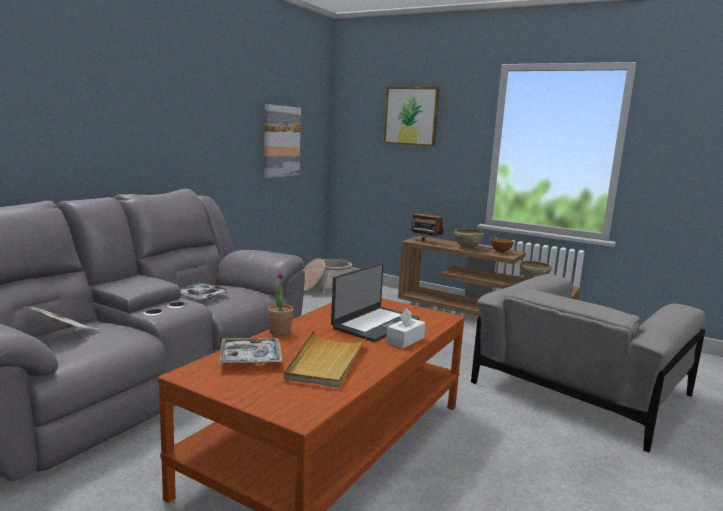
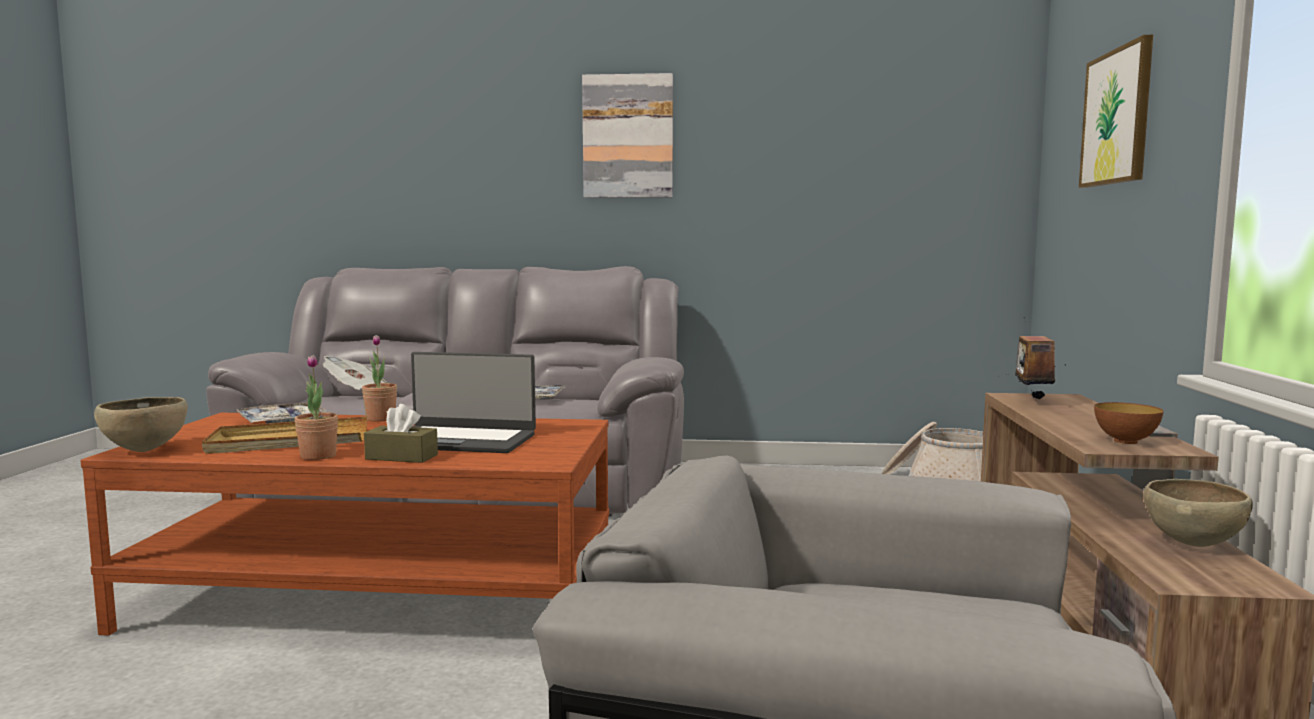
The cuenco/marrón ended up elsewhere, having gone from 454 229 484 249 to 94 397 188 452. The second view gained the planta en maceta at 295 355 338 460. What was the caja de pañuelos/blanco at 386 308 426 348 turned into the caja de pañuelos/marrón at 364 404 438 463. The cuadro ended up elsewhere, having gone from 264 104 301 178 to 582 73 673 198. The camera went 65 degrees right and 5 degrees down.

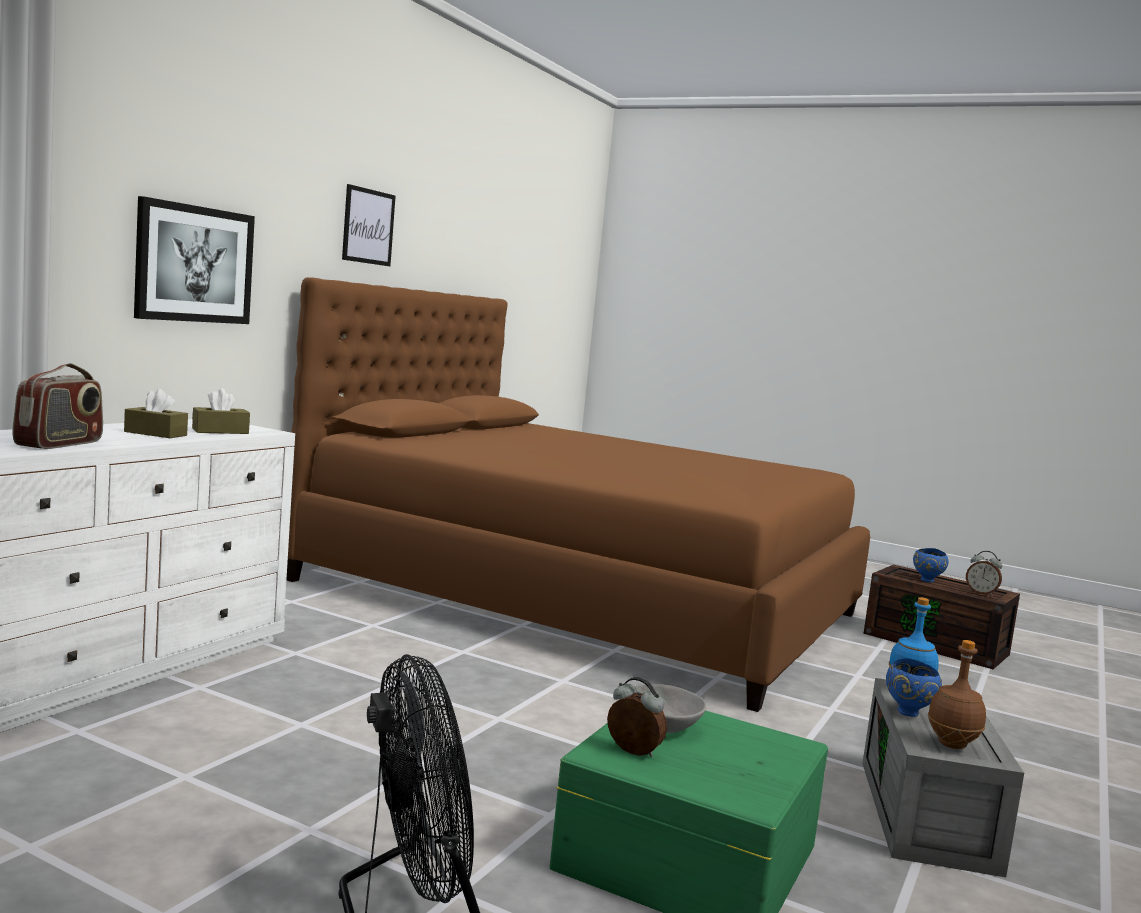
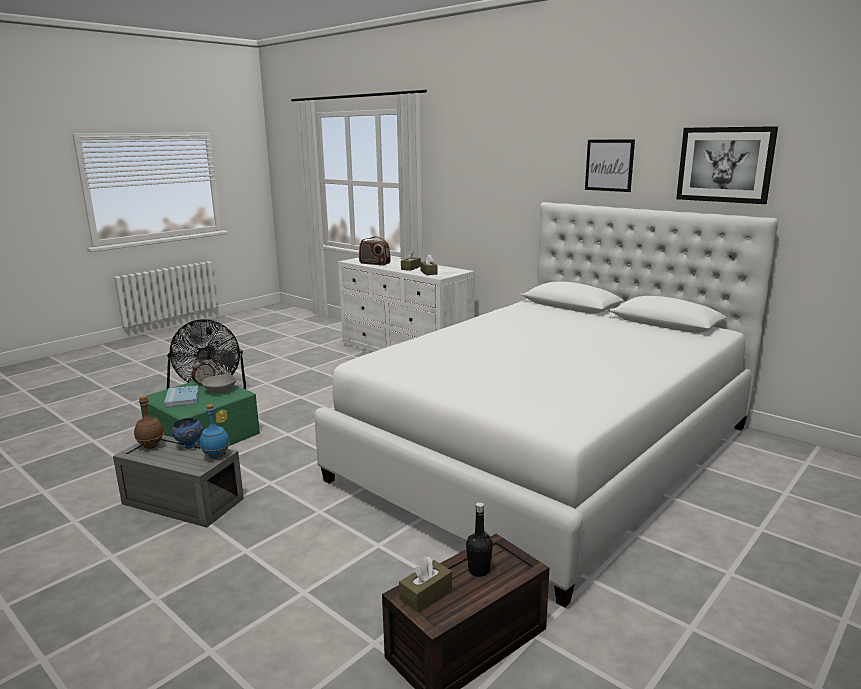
The second view gained the libro/azul at 164 385 199 407. What was the cama/marrón at 286 277 870 712 turned into the cama/blanco at 315 202 778 608. Where the despertador stood at 966 551 1002 596, the caja de pañuelos/marrón came to stand at 399 557 452 612. Where the cuenco/azul stood at 913 548 948 582, the botella/negro came to stand at 466 502 493 577. The cuadro ended up elsewhere, having gone from 134 196 255 324 to 676 126 778 204. The camera went 105 degrees right and 10 degrees up.

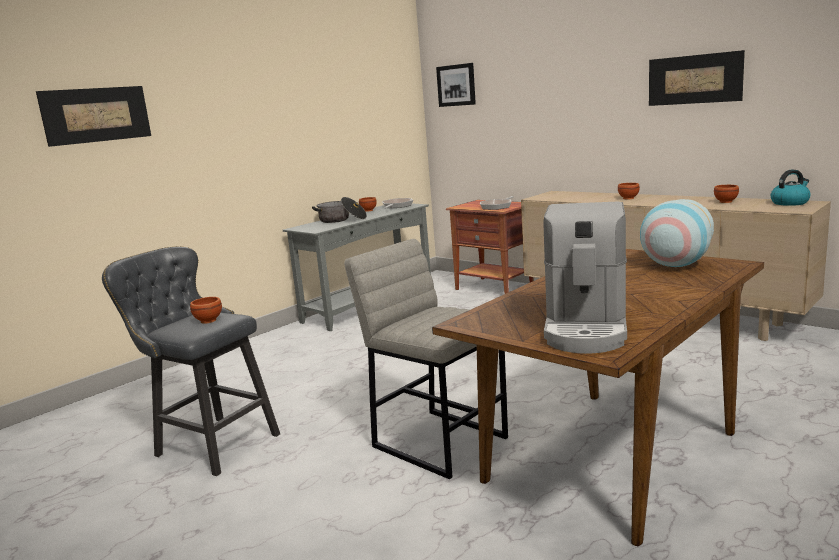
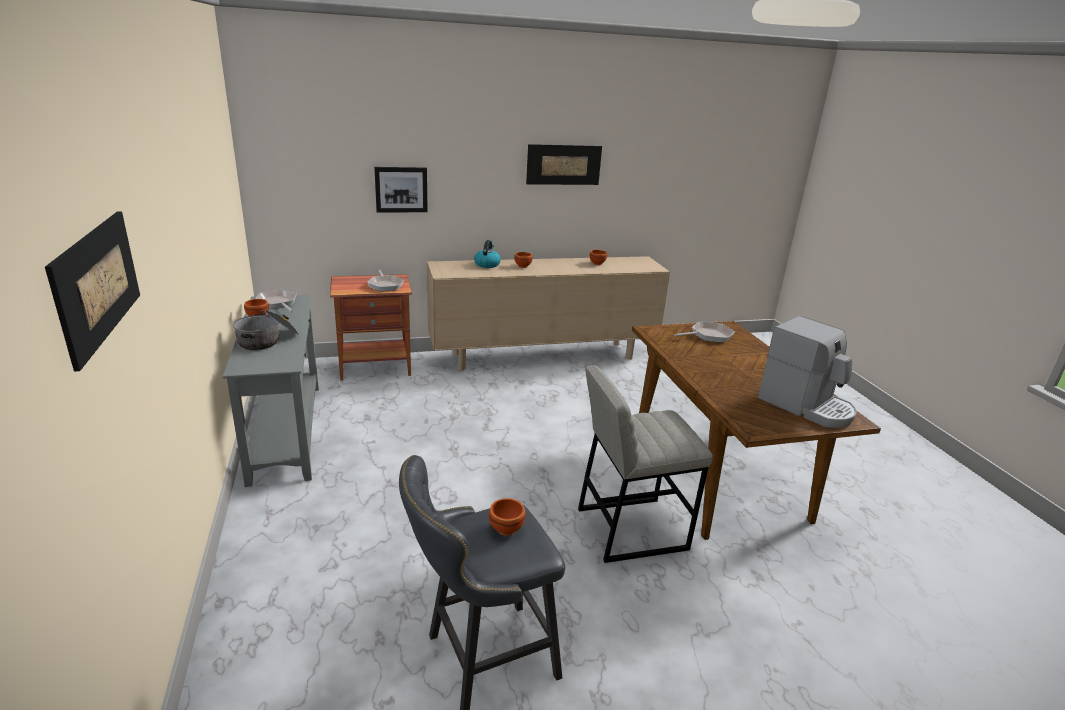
The cuadro ended up elsewhere, having gone from 436 63 476 107 to 374 167 428 212. The hervidor ended up elsewhere, having gone from 770 170 811 206 to 474 240 501 268. Where the florero stood at 640 199 714 267, the sartén came to stand at 675 321 735 343. The camera went 60 degrees left and 10 degrees up.

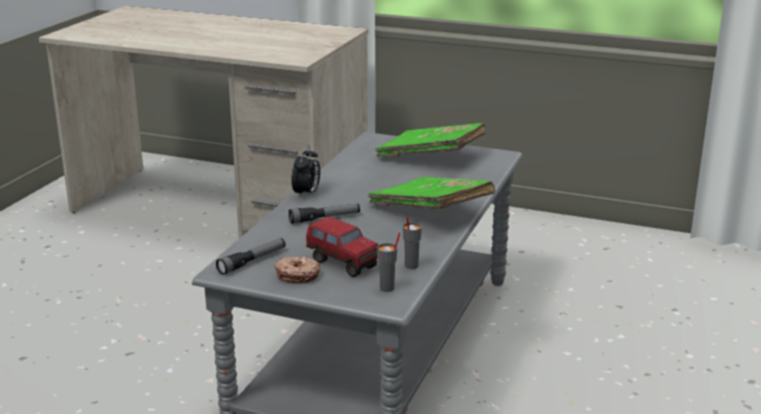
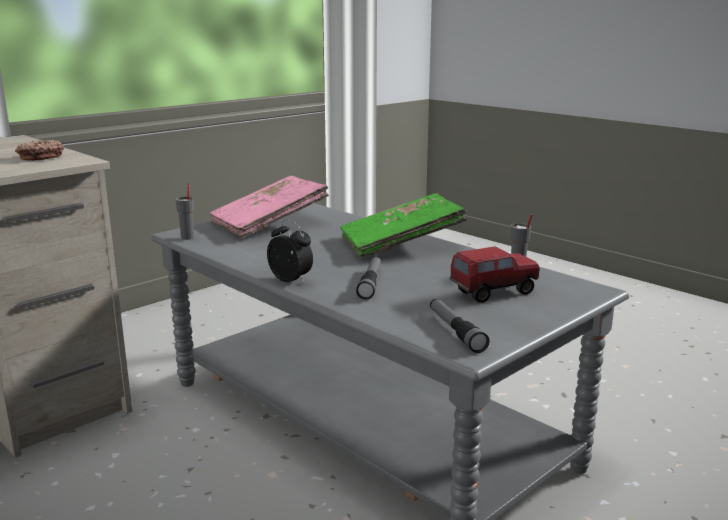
The rosquilla ended up elsewhere, having gone from 274 256 320 283 to 15 140 64 161. The taza/gris ended up elsewhere, having gone from 377 233 400 292 to 175 183 194 240. What was the libro/verde at 375 123 486 157 turned into the libro/rosa at 210 176 329 238. The camera went 65 degrees left and 5 degrees down.

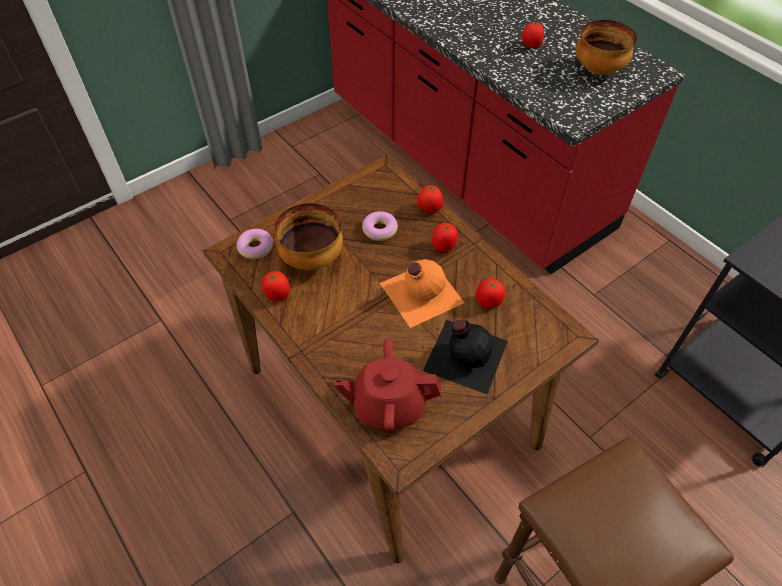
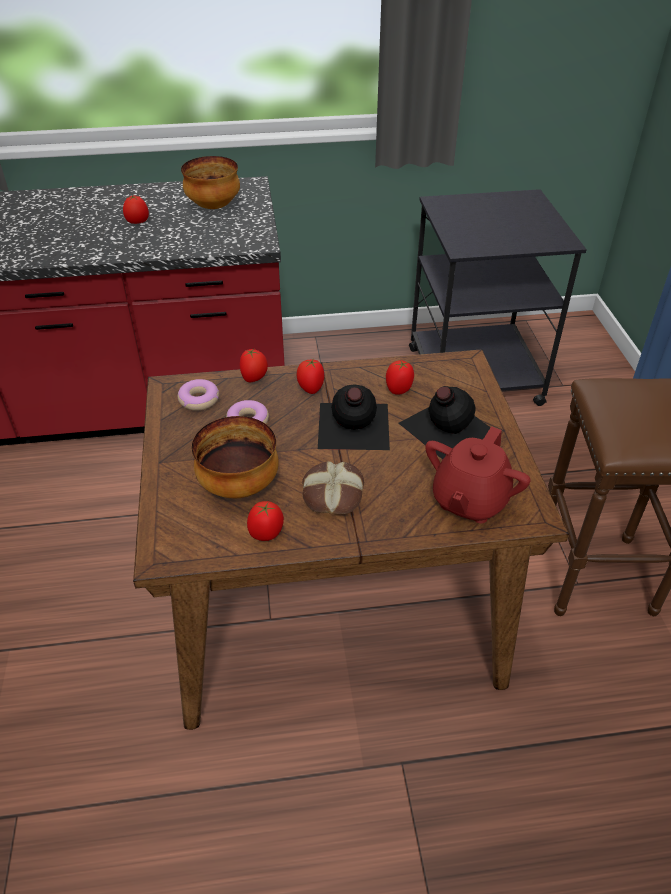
The rosquilla ended up elsewhere, having gone from 237 229 274 259 to 178 379 219 411. The second view gained the pan at 302 461 364 515. What was the botella/naranja at 380 259 465 328 turned into the botella/negro at 318 384 390 450. The camera went 60 degrees left and 10 degrees down.

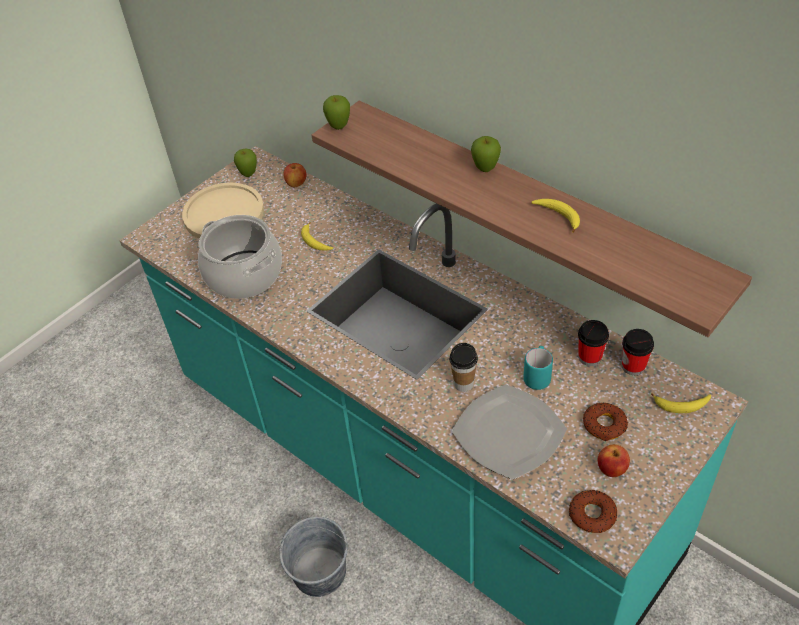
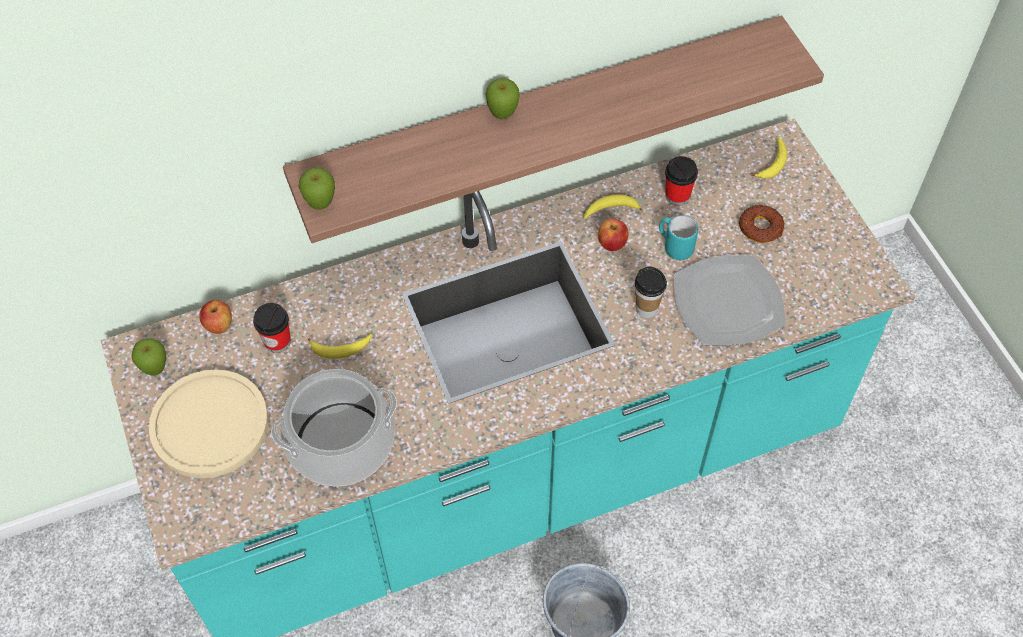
The taza ended up elsewhere, having gone from 622 329 654 375 to 253 303 291 353. The plátano ended up elsewhere, having gone from 531 199 580 233 to 583 195 643 219. The manzana ended up elsewhere, having gone from 597 444 630 477 to 598 218 629 251. The second view lost the rosquilla at 569 490 617 533. The camera went 65 degrees left and 10 degrees up.

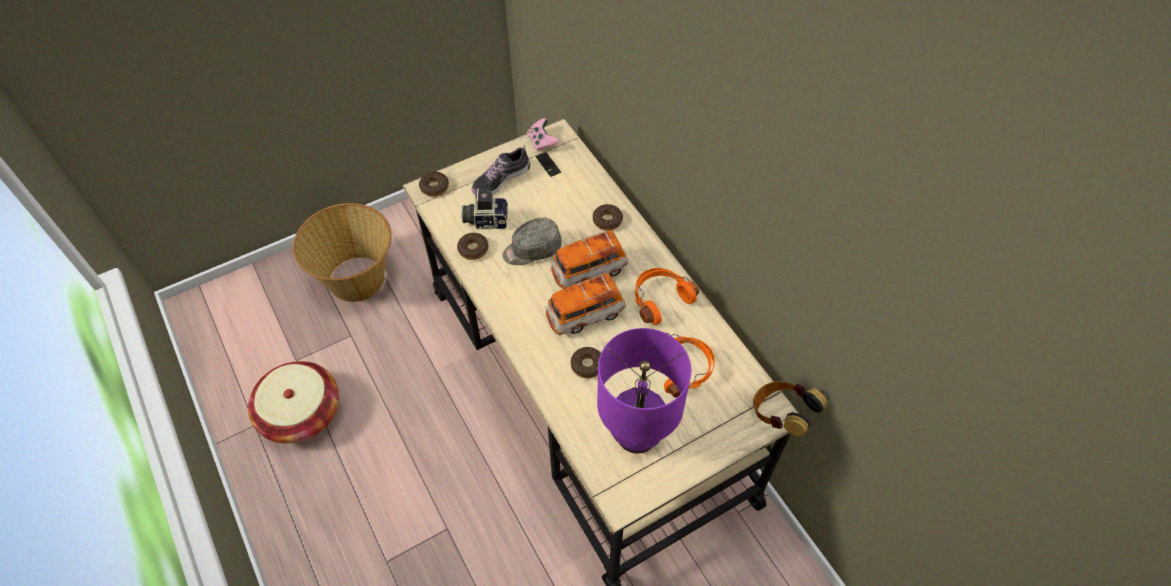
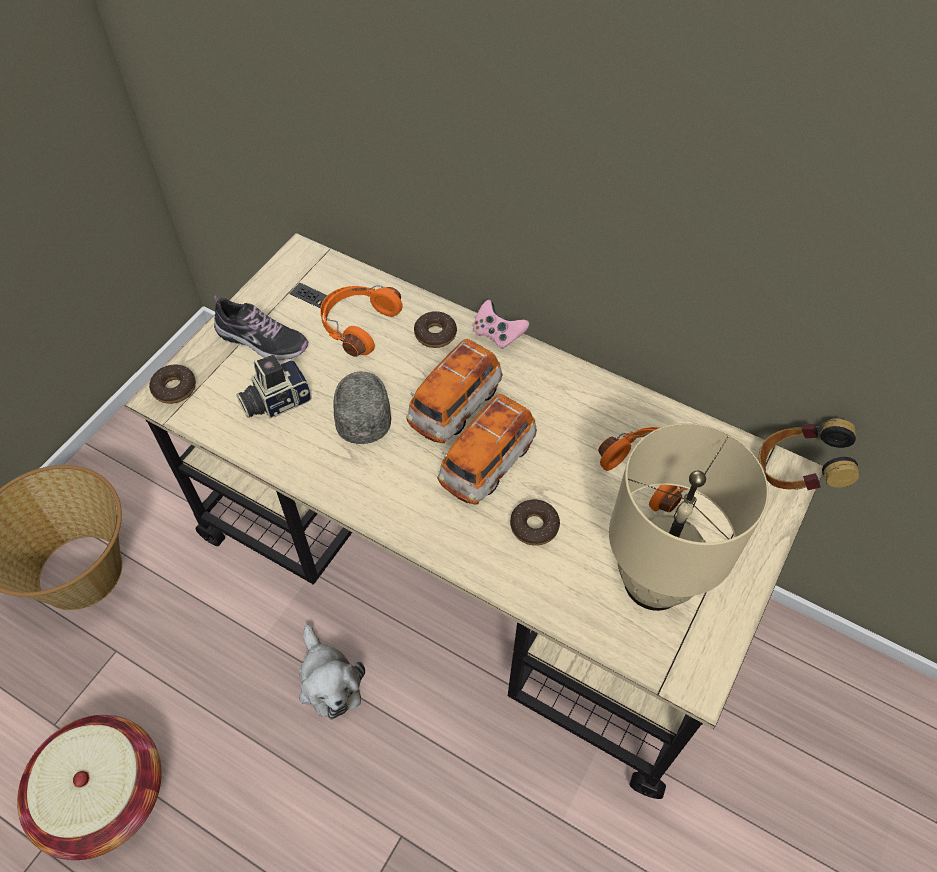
The zapato at 472 145 530 195 ended up facing another way, 90 degrees counterclockwise from before. The second view gained the peluche at 299 625 365 720. The auriculares/naranja ended up elsewhere, having gone from 635 268 699 325 to 320 285 403 357. The gorra/gris at 503 217 562 265 ended up facing another way, 135 degrees clockwise from before. The mando de consola/rosa ended up elsewhere, having gone from 527 118 559 151 to 473 300 529 349. What was the lámpara de mesa/morado at 597 328 691 453 turned into the lámpara de mesa/beis at 609 423 769 611. The second view lost the rosquilla at 457 233 488 260. The camera went 30 degrees left and 0 degrees up.

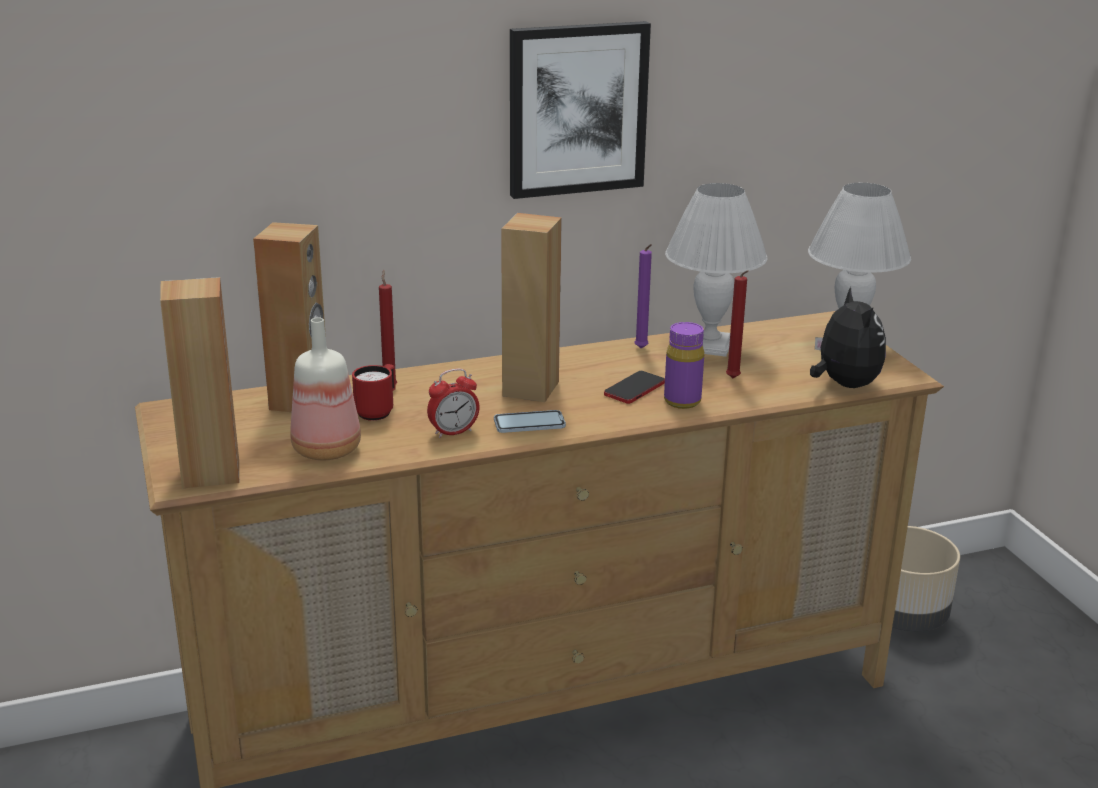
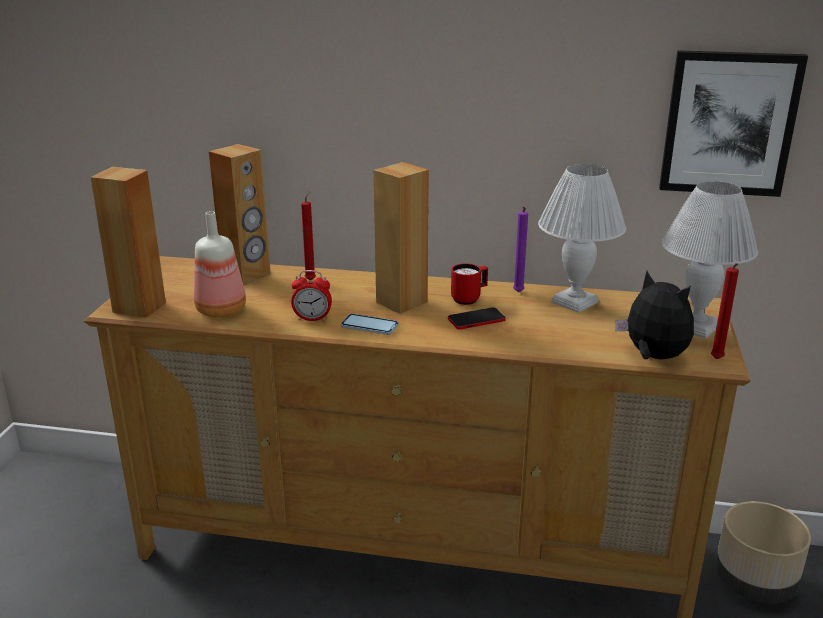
The taza grande/rojo ended up elsewhere, having gone from 352 364 396 421 to 451 263 488 305. The peluche at 810 287 886 388 ended up facing another way, 60 degrees counterclockwise from before. The cuadro ended up elsewhere, having gone from 510 21 651 199 to 659 50 808 197. The vela/rojo ended up elsewhere, having gone from 726 270 748 378 to 711 263 739 359. The second view lost the botella/morado at 664 322 704 409. The camera went 30 degrees right and 0 degrees up.

